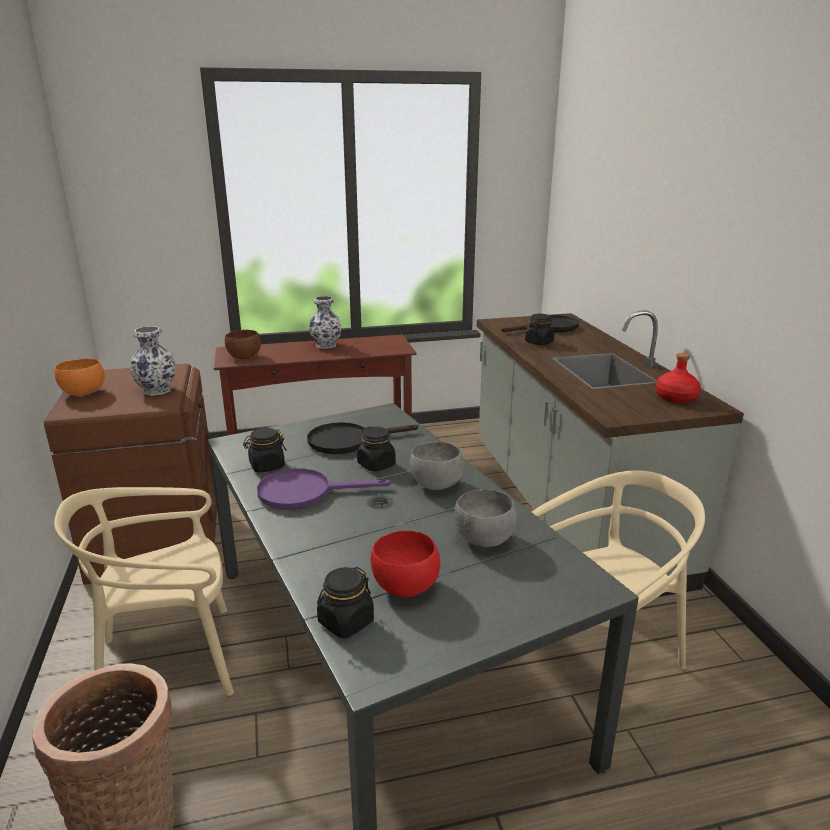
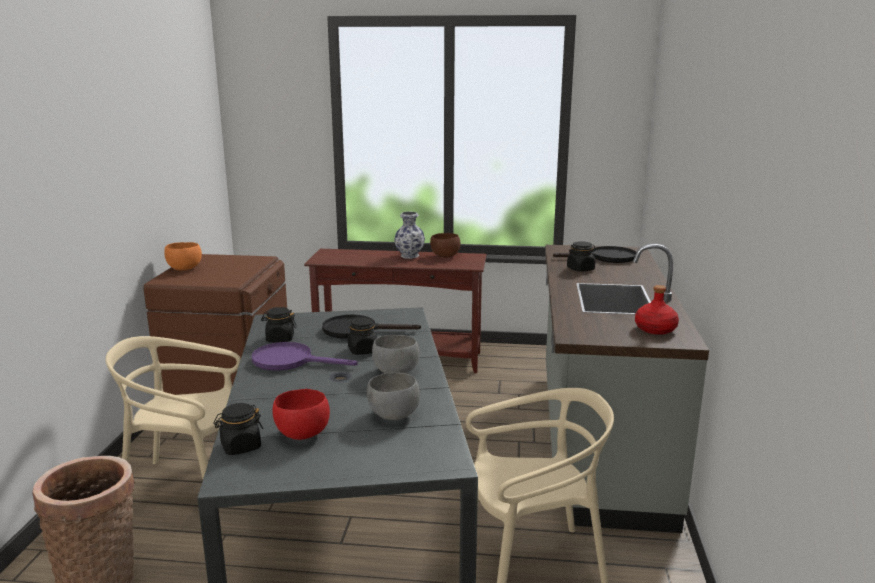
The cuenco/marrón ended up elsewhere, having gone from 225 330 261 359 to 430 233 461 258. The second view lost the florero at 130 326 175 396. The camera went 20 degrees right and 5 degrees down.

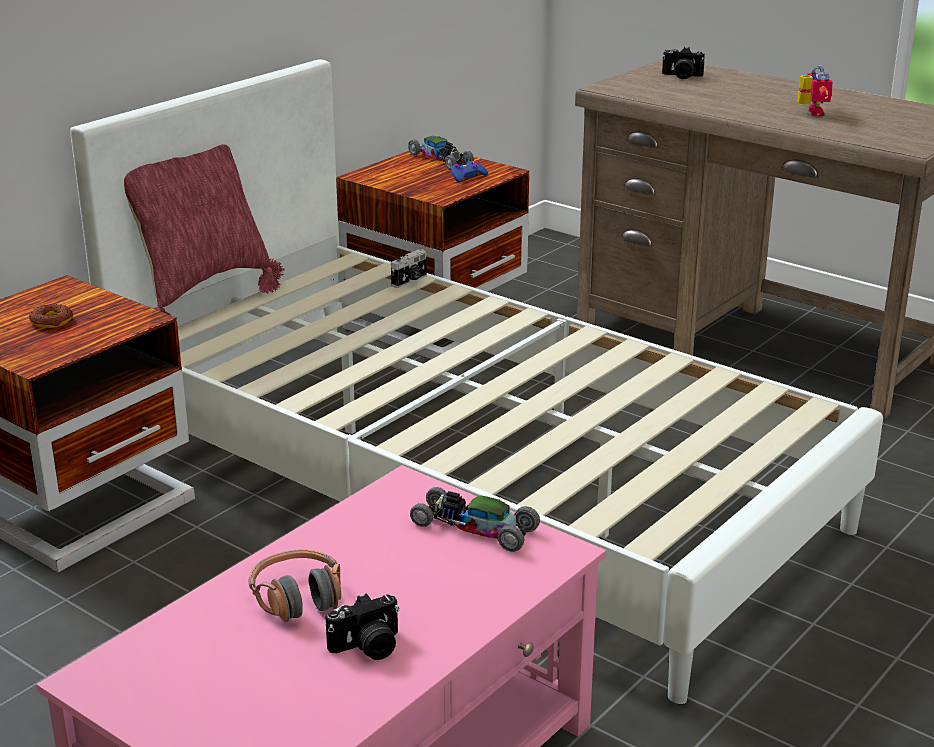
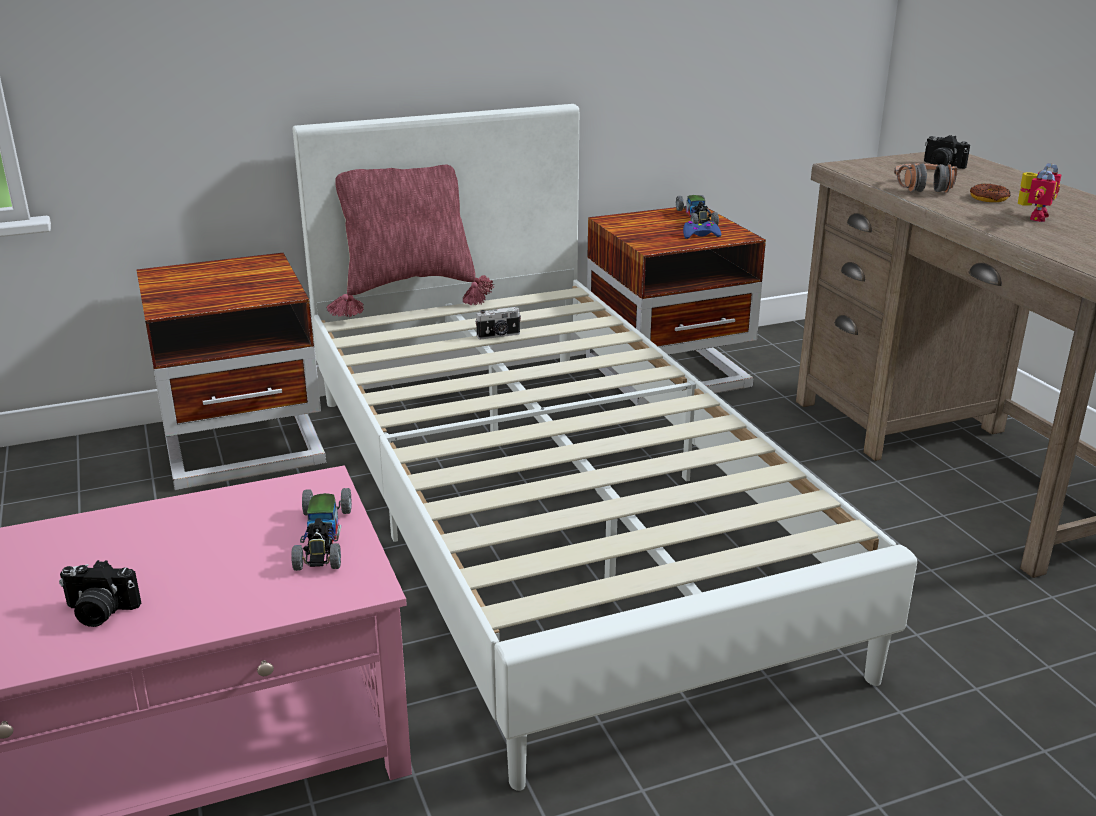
The coche de juguete at 410 487 540 552 ended up facing another way, 150 degrees counterclockwise from before. The cámara ended up elsewhere, having gone from 391 249 427 288 to 475 307 521 339. The auriculares ended up elsewhere, having gone from 248 549 341 622 to 894 163 957 193. The rosquilla ended up elsewhere, having gone from 29 304 73 328 to 970 184 1011 202. The camera went 30 degrees right and 0 degrees up.

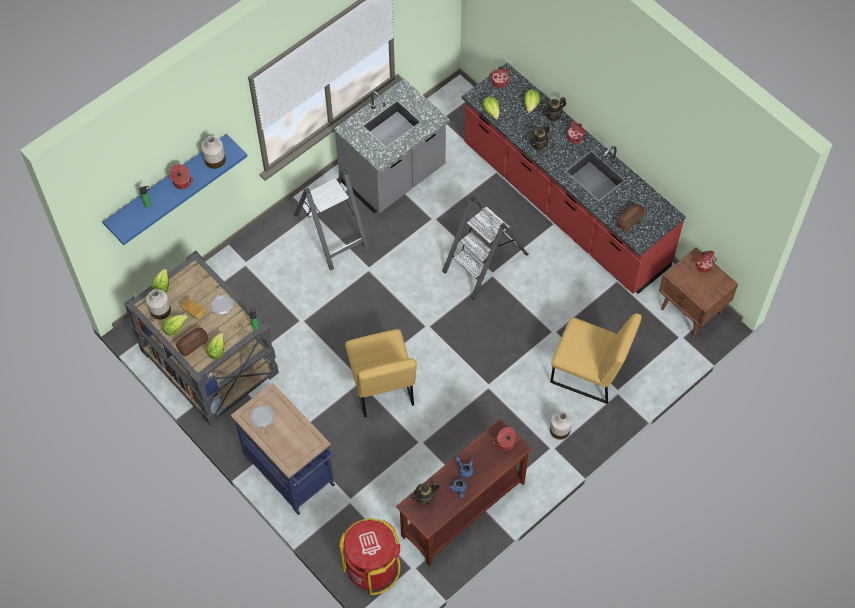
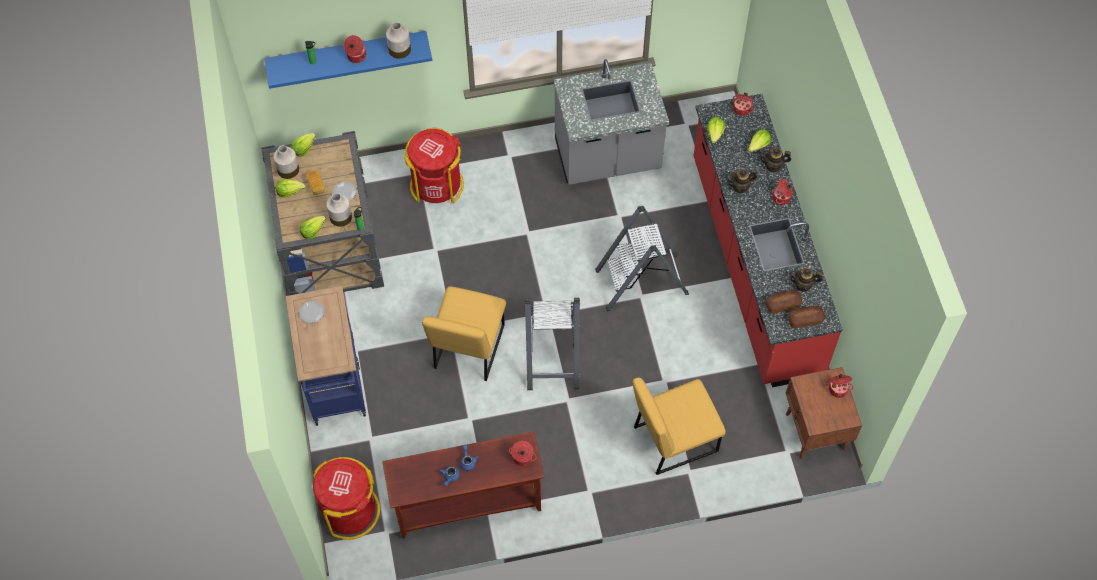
The florero/beis ended up elsewhere, having gone from 550 411 572 440 to 326 193 352 227. The second view gained the papelera/rojo at 404 128 464 203. The escalera de tijera/gris ended up elsewhere, having gone from 294 169 370 271 to 525 298 580 390. The silla/amarillo at 550 313 642 404 ended up facing another way, 105 degrees clockwise from before. The pan ended up elsewhere, having gone from 176 328 208 356 to 788 306 825 328. The tetera ended up elsewhere, having gone from 410 481 440 505 to 789 268 822 292. The camera went 30 degrees right and 0 degrees up.

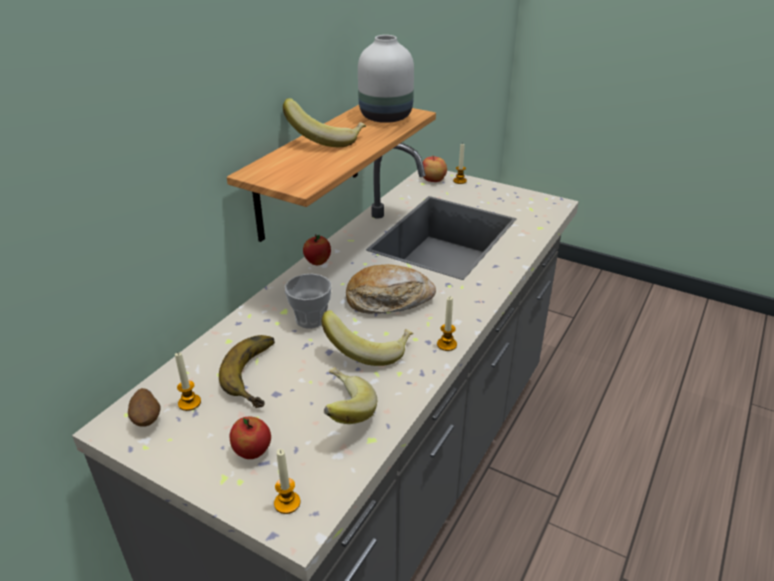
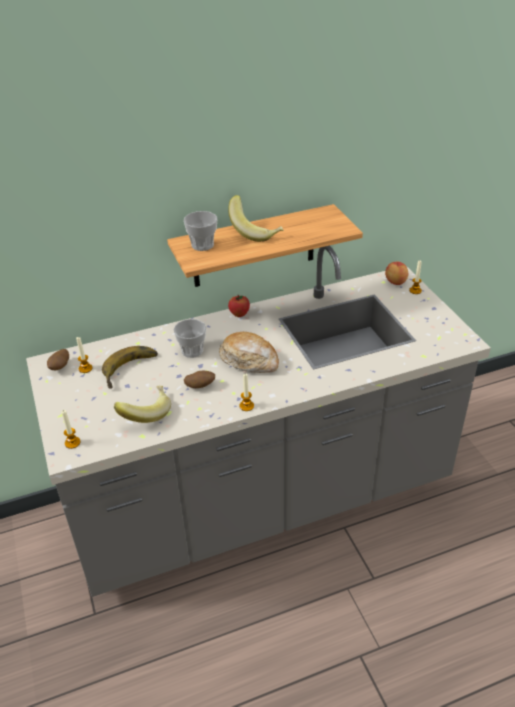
The second view gained the taza at 184 211 217 251. Where the plátano stood at 322 310 413 366, the patata came to stand at 184 371 215 388. The second view lost the manzana at 230 417 271 459. The second view lost the florero/blanco at 358 35 414 123. The camera went 40 degrees right and 5 degrees up.

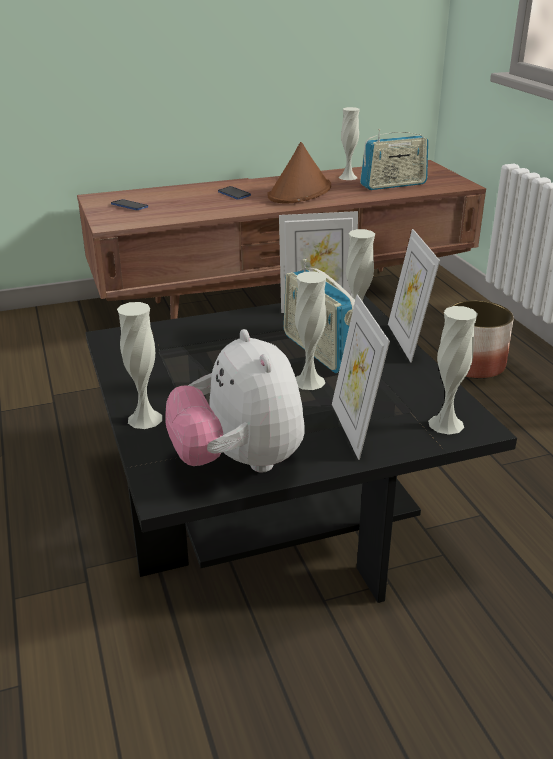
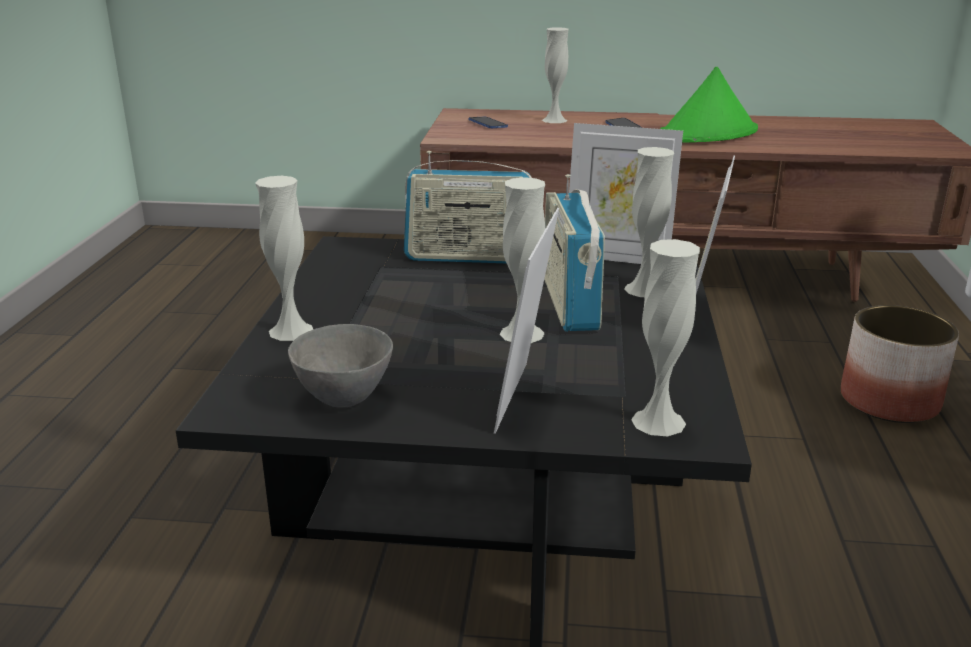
Where the peluche stood at 165 329 305 473, the cuenco/gris came to stand at 288 324 393 408. The radio ended up elsewhere, having gone from 360 129 428 190 to 404 151 532 263. The florero/blanco ended up elsewhere, having gone from 339 107 360 180 to 542 27 569 123. What was the sombrero/marrón at 267 142 331 203 turned into the sombrero/verde at 660 67 758 143. The camera went 25 degrees right and 5 degrees down.

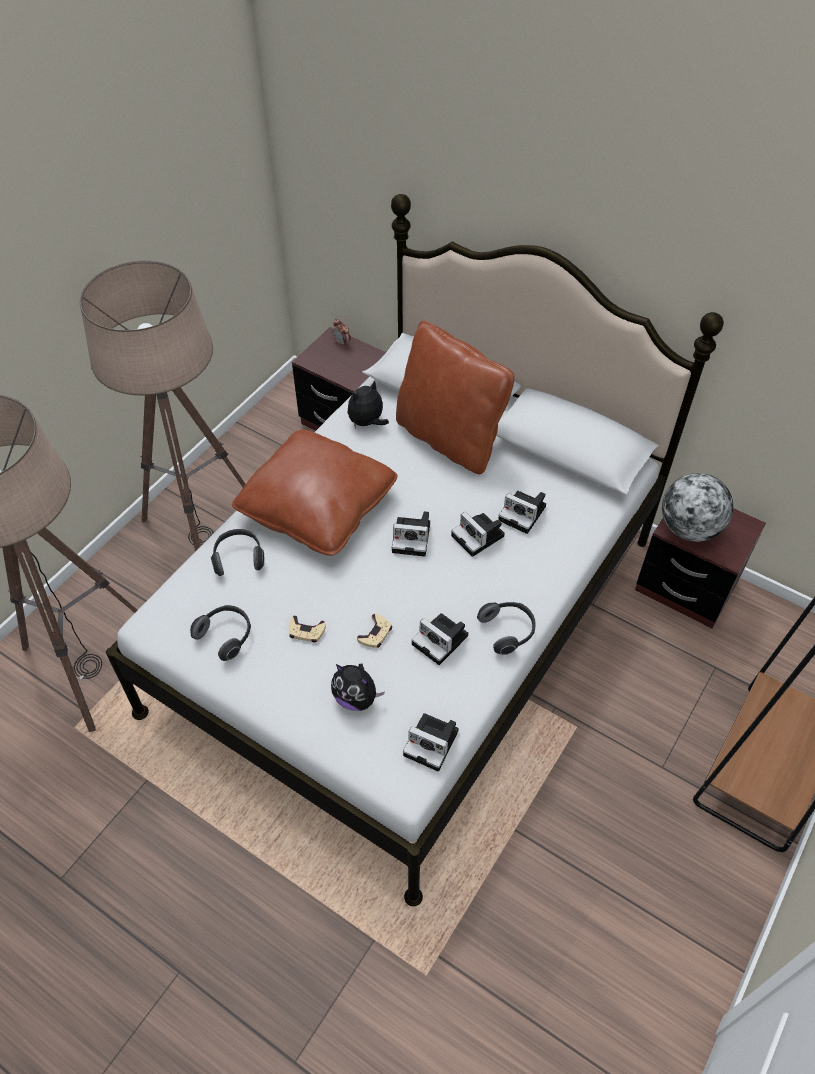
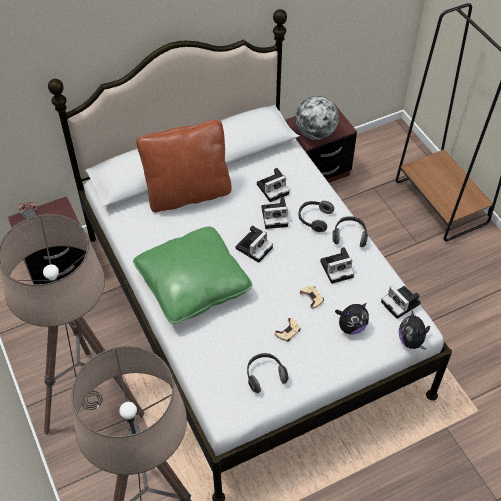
What was the cojín/marrón at 232 430 398 556 turned into the cojín/verde at 133 226 252 324. The auriculares ended up elsewhere, having gone from 211 529 264 576 to 298 201 334 232. The cámara at 403 713 459 772 ended up facing another way, 90 degrees clockwise from before. The peluche ended up elsewhere, having gone from 348 380 389 429 to 399 311 430 350. The camera went 60 degrees left and 0 degrees up.

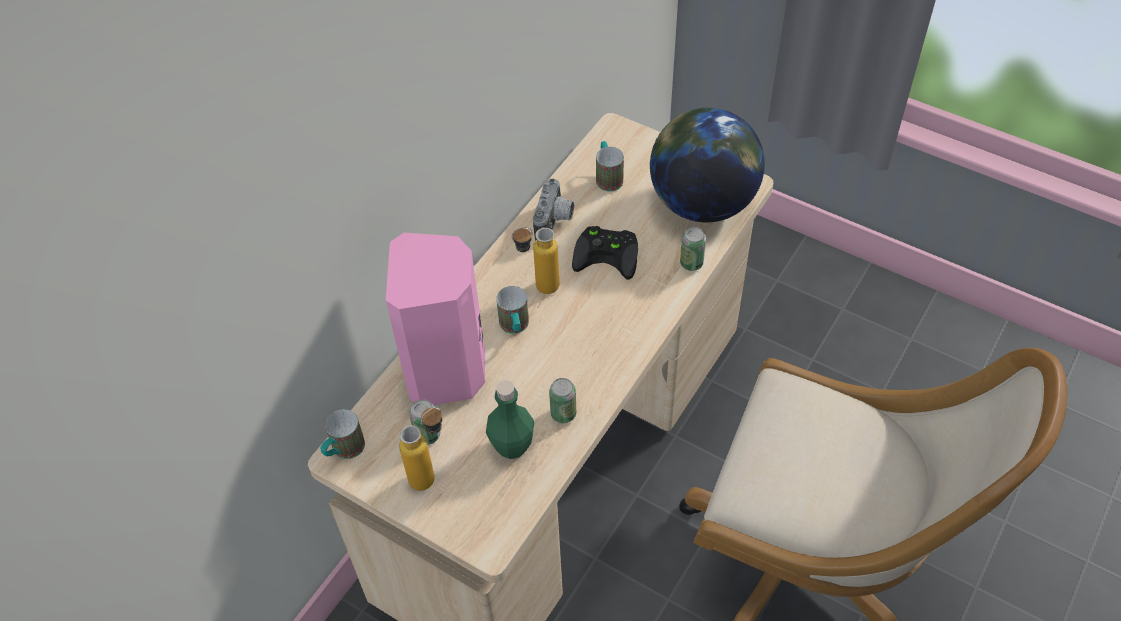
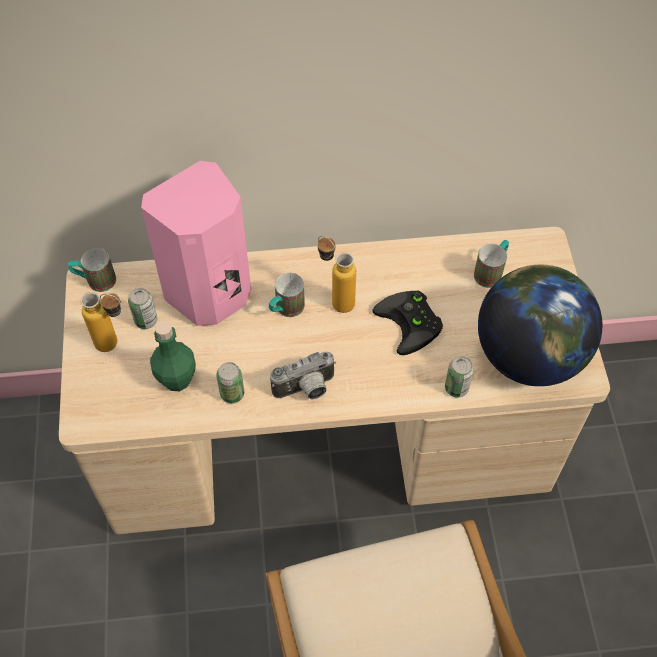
The cámara ended up elsewhere, having gone from 533 178 574 241 to 270 352 336 400. The camera went 50 degrees right and 5 degrees up.

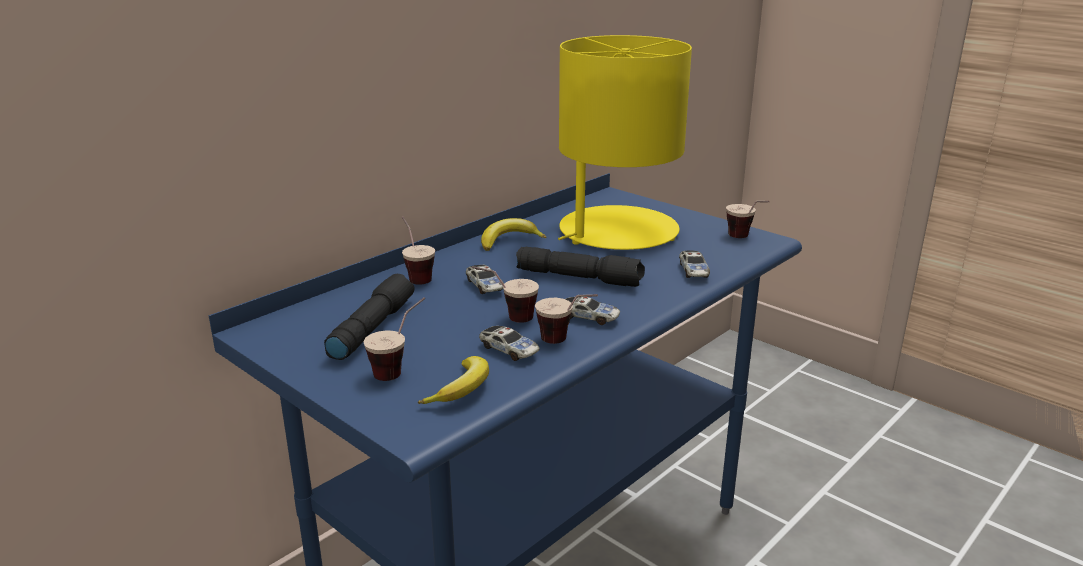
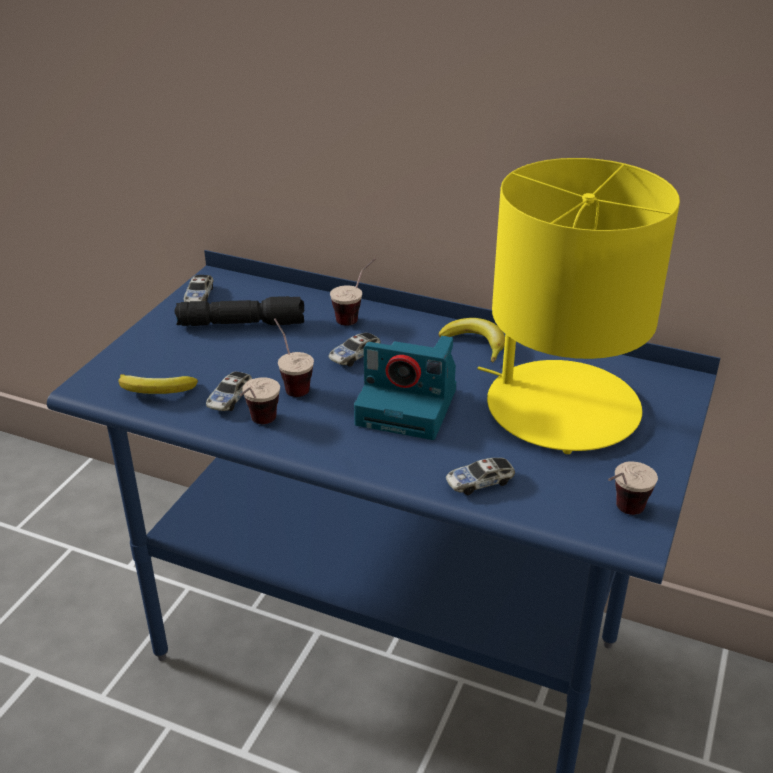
The coche de juguete ended up elsewhere, having gone from 566 297 620 325 to 184 275 213 303. Where the linterna/negro stood at 516 247 645 287, the cámara came to stand at 354 336 456 440. The second view lost the taza at 364 297 425 381. The camera went 70 degrees right and 10 degrees up.

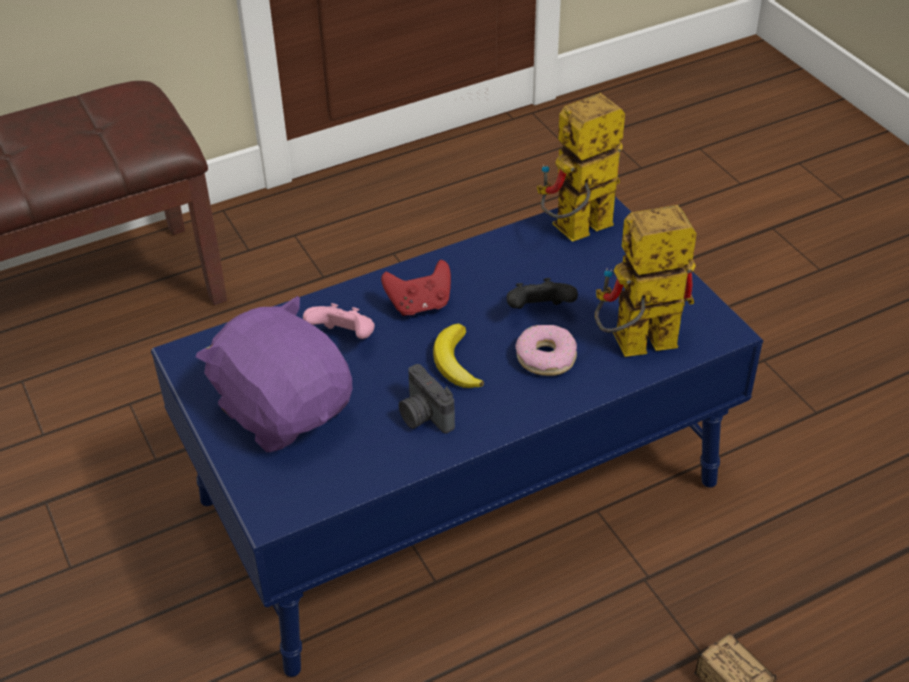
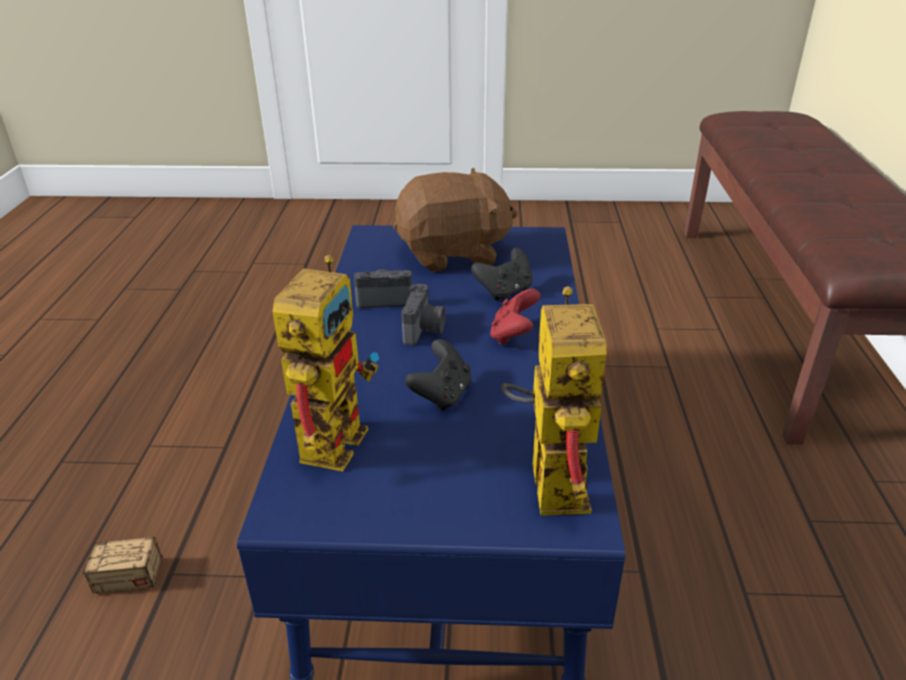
What was the peluche/morado at 196 296 352 452 turned into the peluche/marrón at 393 168 518 272. Where the plátano stood at 433 324 484 388, the cámara came to stand at 401 284 446 346. What was the mando de consola/rosa at 303 303 375 339 turned into the mando de consola/negro at 471 248 533 301. The second view lost the rosquilla at 515 325 577 376. The camera went 120 degrees right and 10 degrees down.

